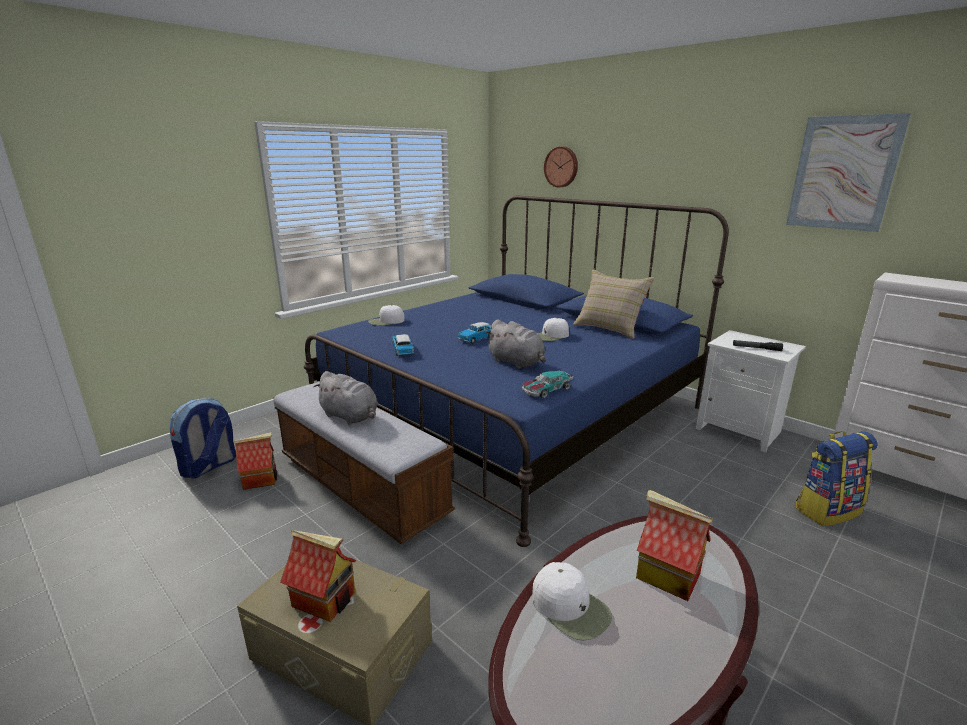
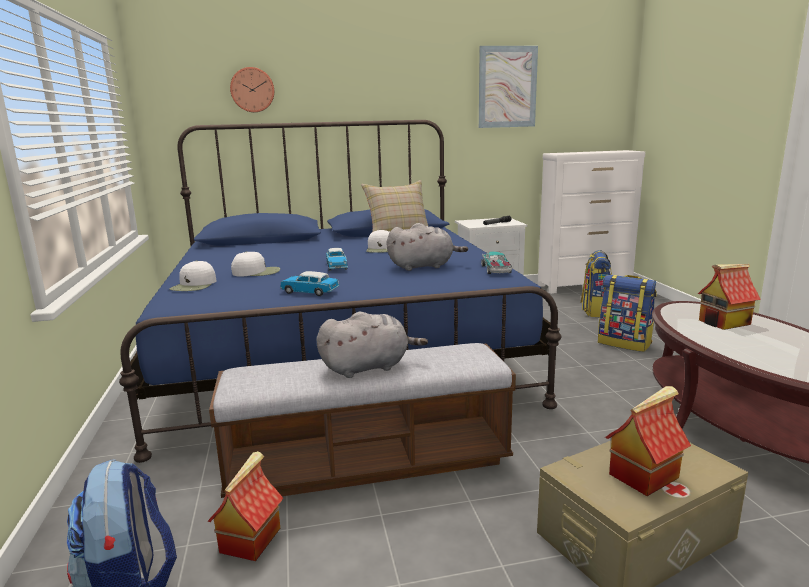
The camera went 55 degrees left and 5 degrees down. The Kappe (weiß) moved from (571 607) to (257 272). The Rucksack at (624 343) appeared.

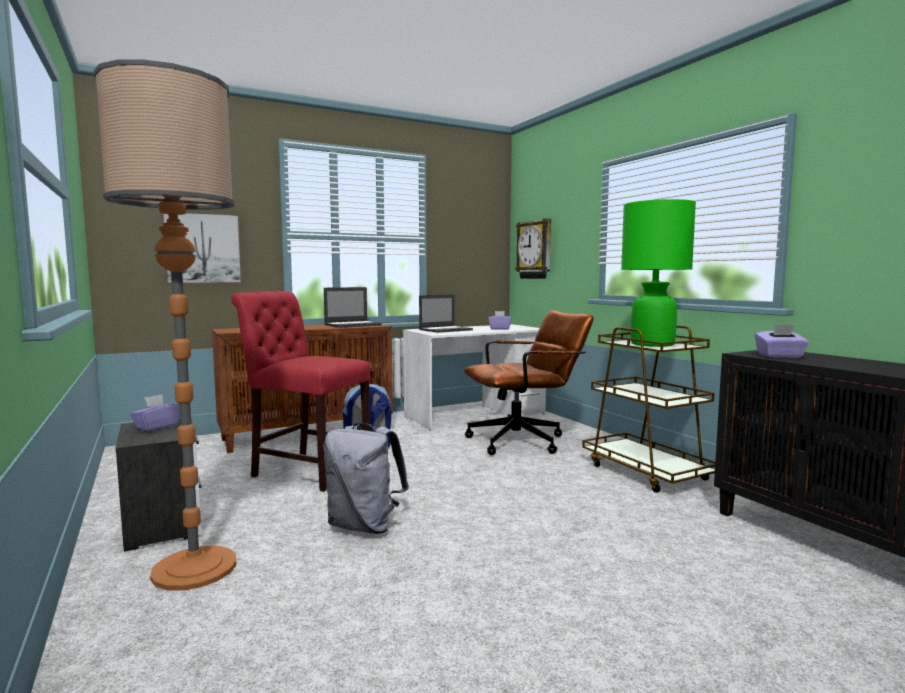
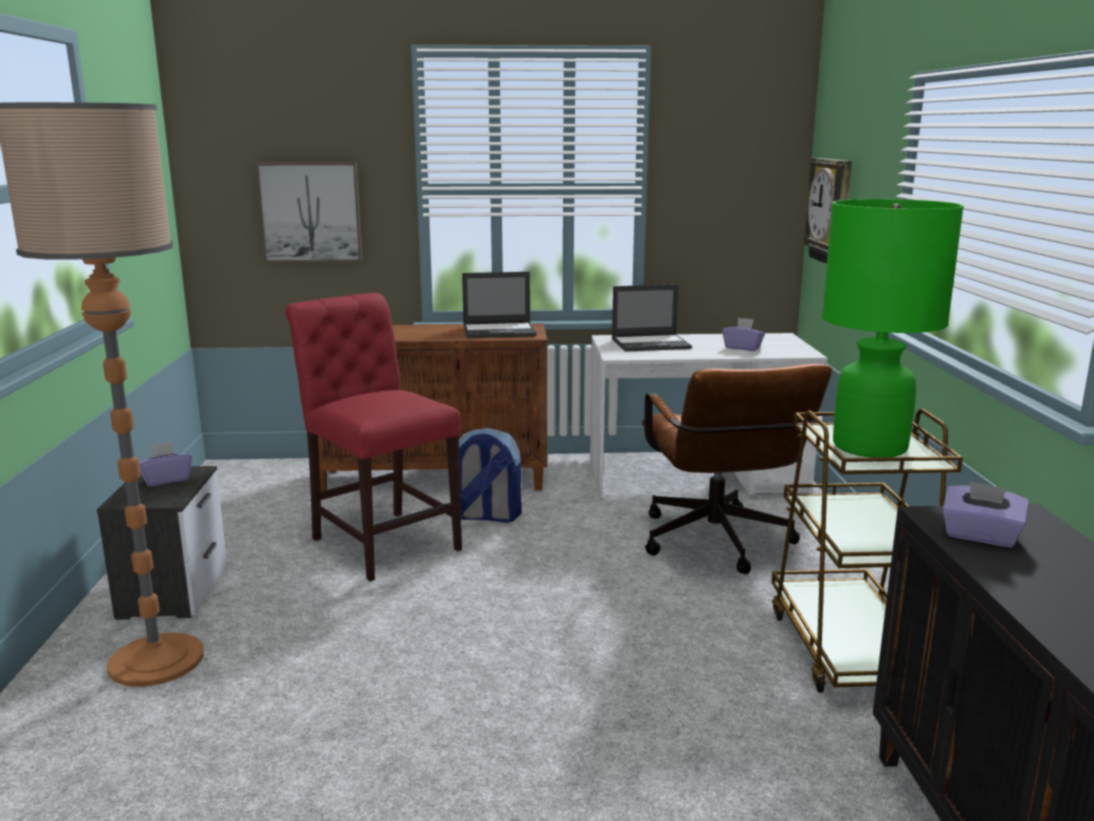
The camera went 25 degrees right and 10 degrees up. The Rucksack (grau) at (364 526) disappeared. The Bürostuhl (braun) at (525 441) turned 75 degrees clockwise.

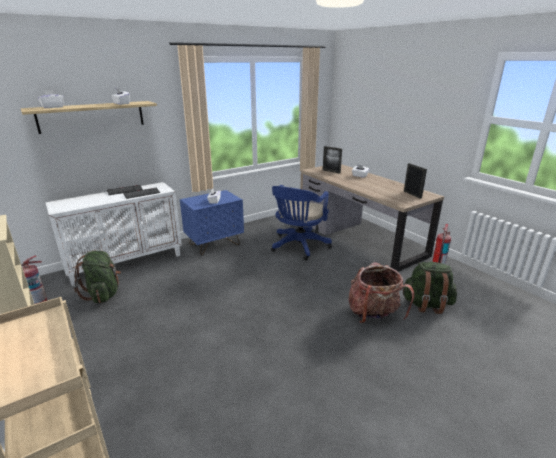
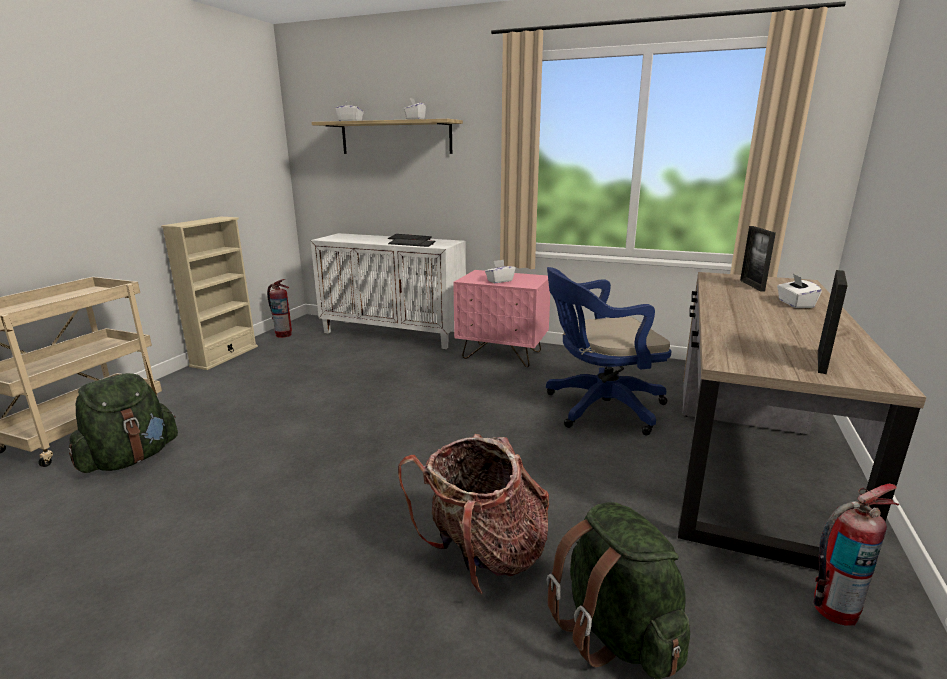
The camera went 55 degrees right and 5 degrees down. The Rucksack (grün) moved from (103 294) to (130 459). The Nachttisch (blau) at (214 244) became the Nachttisch (rosa) at (502 355).

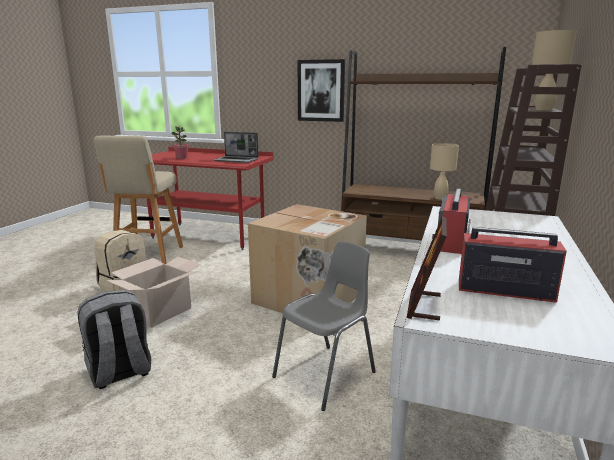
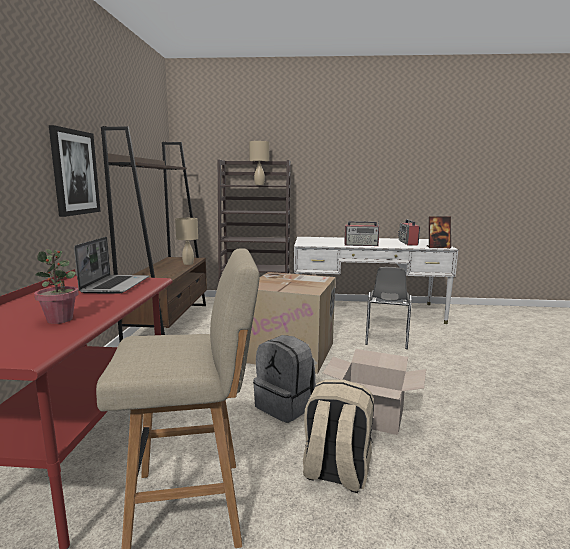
The camera went 105 degrees left and 5 degrees down. The Rucksack (grau) moved from (119 372) to (285 406). The Stuhl (grau) at (326 375) turned 105 degrees counterclockwise.

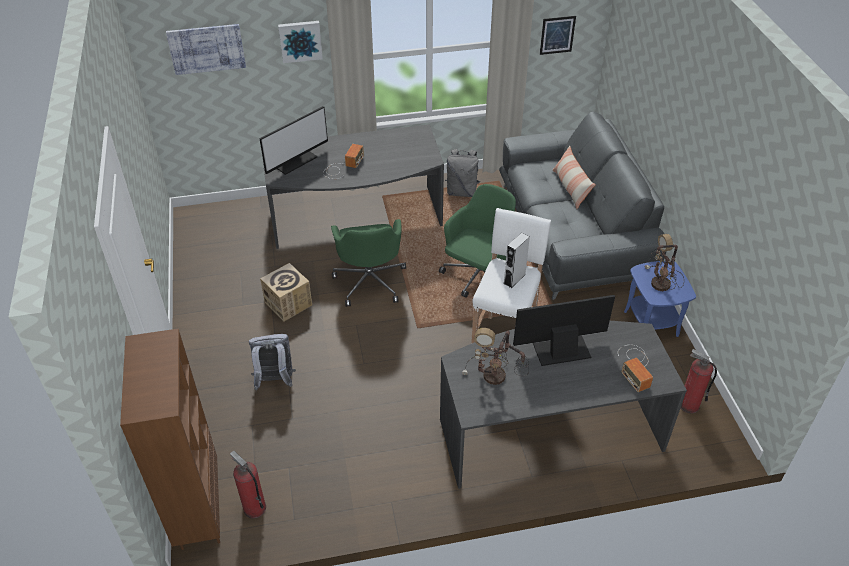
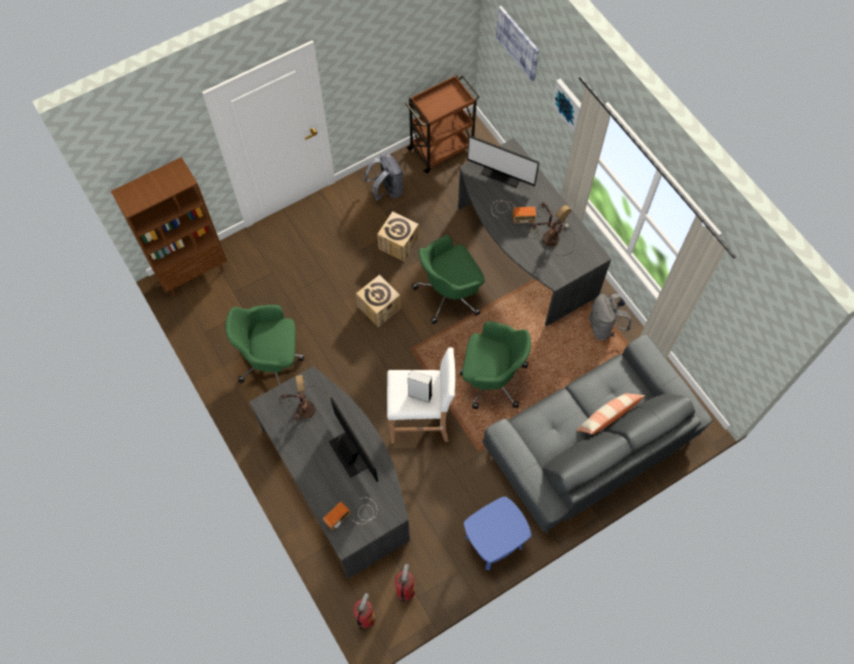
The camera went 70 degrees right and 20 degrees up. The Feuerlöscher moved from (254 508) to (365 618). The Rucksack (grau) moved from (275 380) to (387 190). The Bild at (557 35) disappeared. The Tischlampe moved from (660 285) to (549 239). The Bürostuhl (grün) at (272 360) appeared. The Karton at (379 308) appeared. The Rollwagen (braun) at (441 148) appeared.

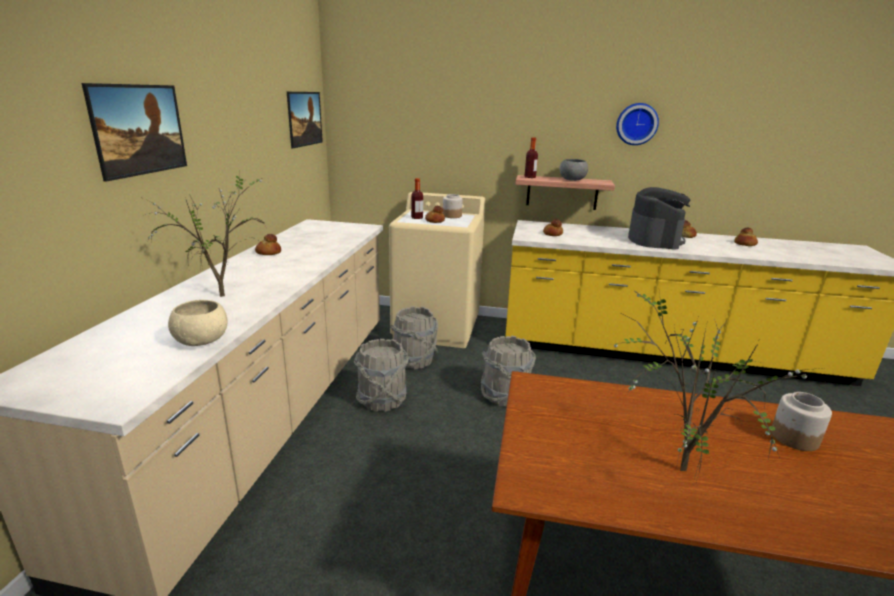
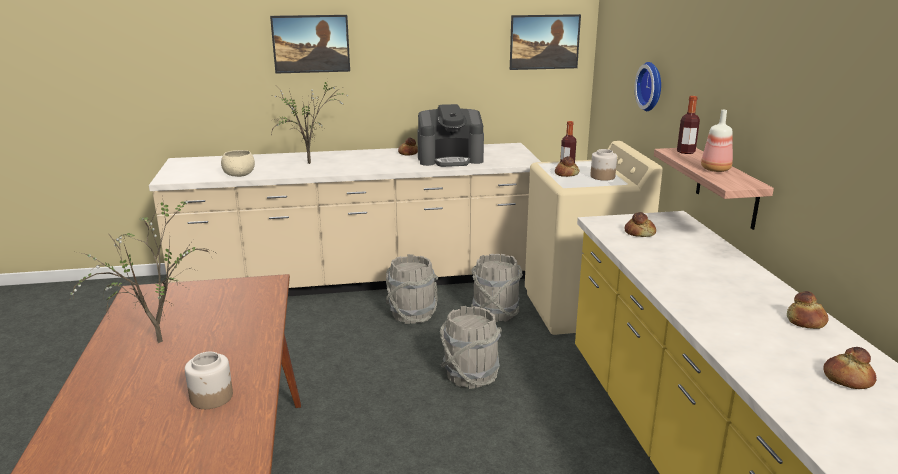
The camera went 70 degrees right and 0 degrees up. The Schüssel (grau) at (572 180) was replaced by the Flasche at (716 169). The Wanduhr moved from (636 124) to (652 86). The Kaffeemaschine moved from (654 239) to (450 159).

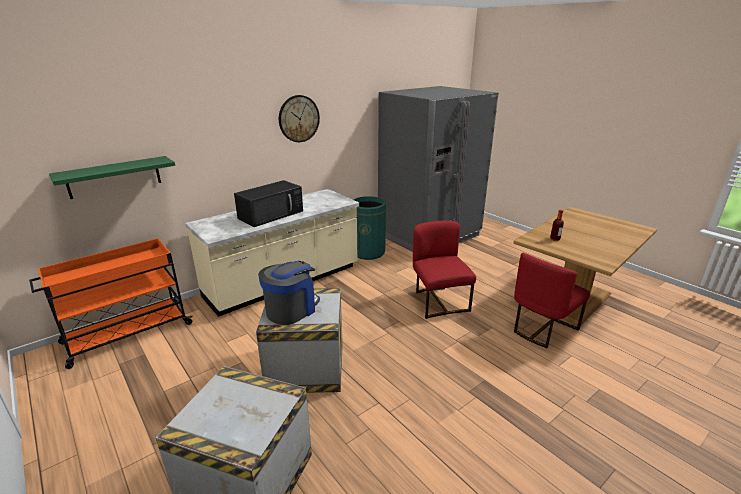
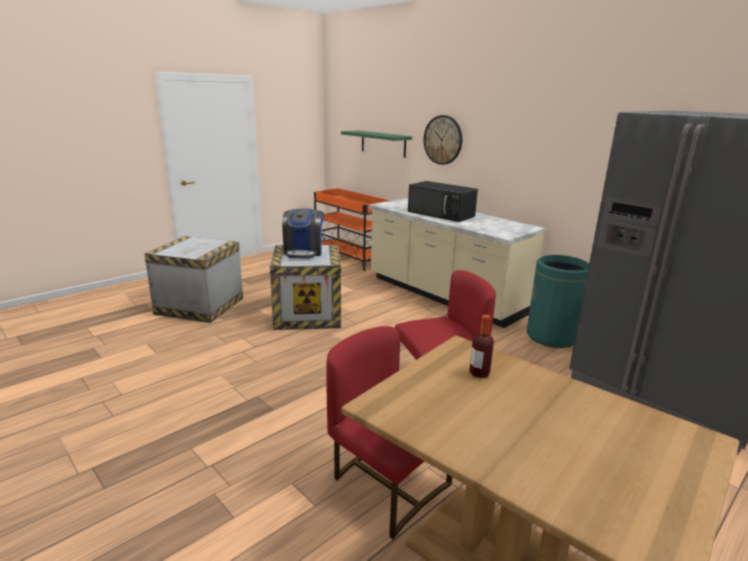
The camera went 85 degrees right and 5 degrees down. The Kaffeemaschine at (291 309) turned 60 degrees clockwise. The Wanduhr moved from (299 118) to (443 140).

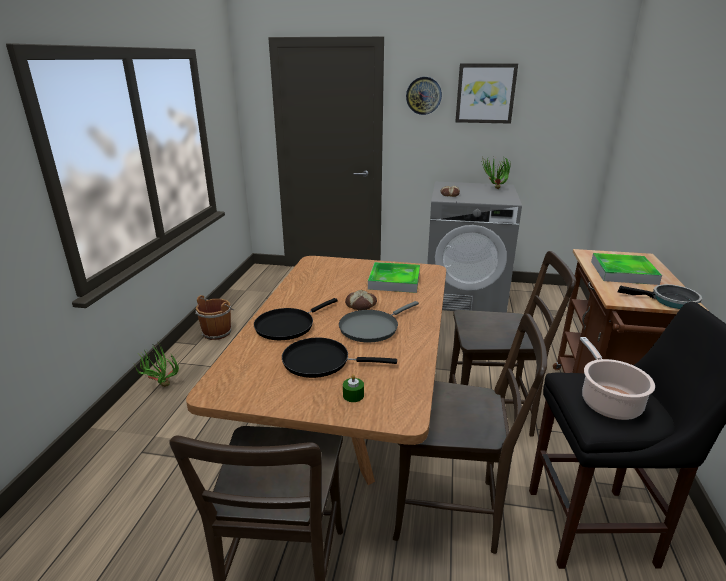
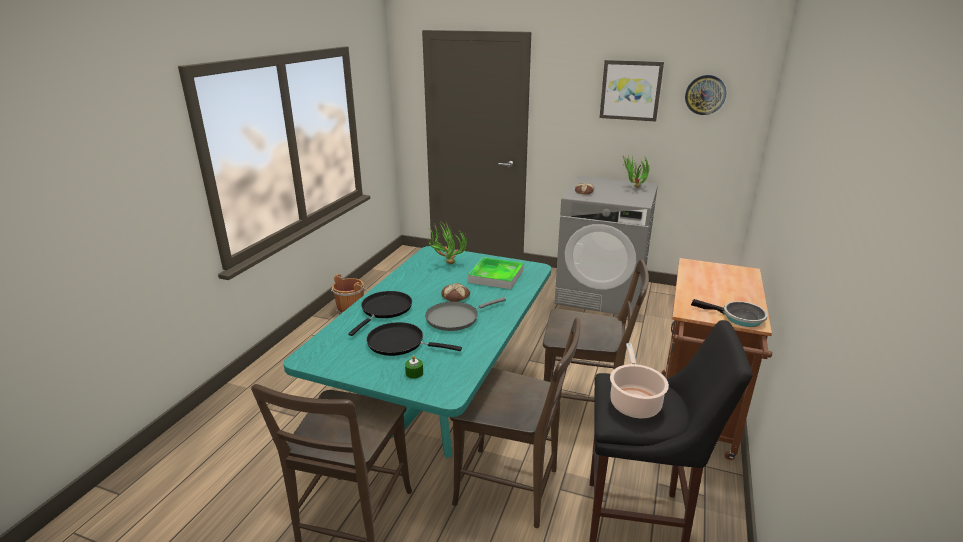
The camera went 10 degrees right and 0 degrees up. The Topfpflanze moved from (160 386) to (445 263). The Esstisch (braun) at (347 434) became the Esstisch (türkis) at (441 413). The Pfanne (schwarz) at (288 326) turned 150 degrees clockwise. The Wanduhr moved from (423 95) to (705 95). The Tablett at (623 272) disappeared.

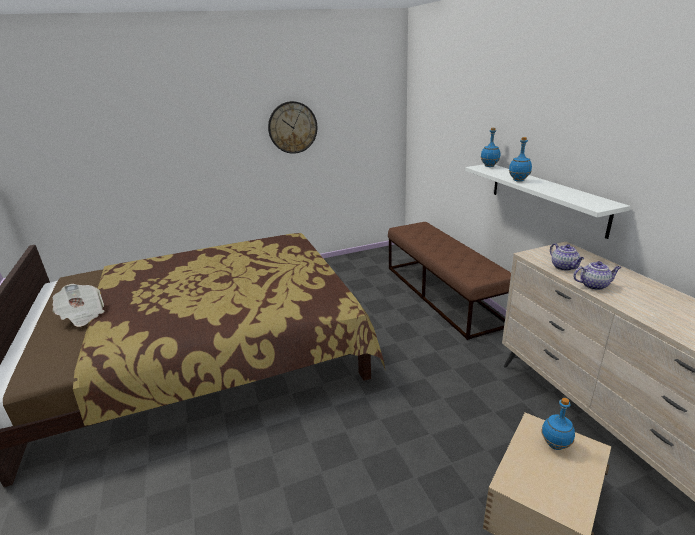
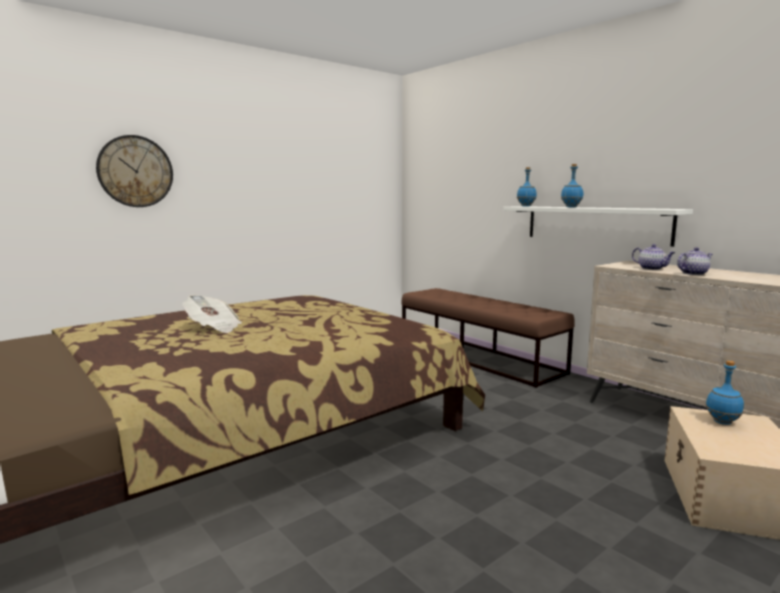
The camera went 20 degrees left and 15 degrees down. The Zeitung moved from (82 315) to (213 328). The Wanduhr moved from (292 127) to (135 171).

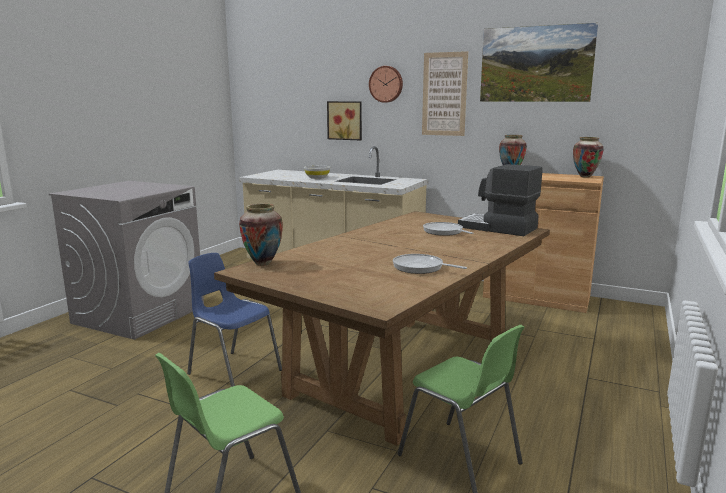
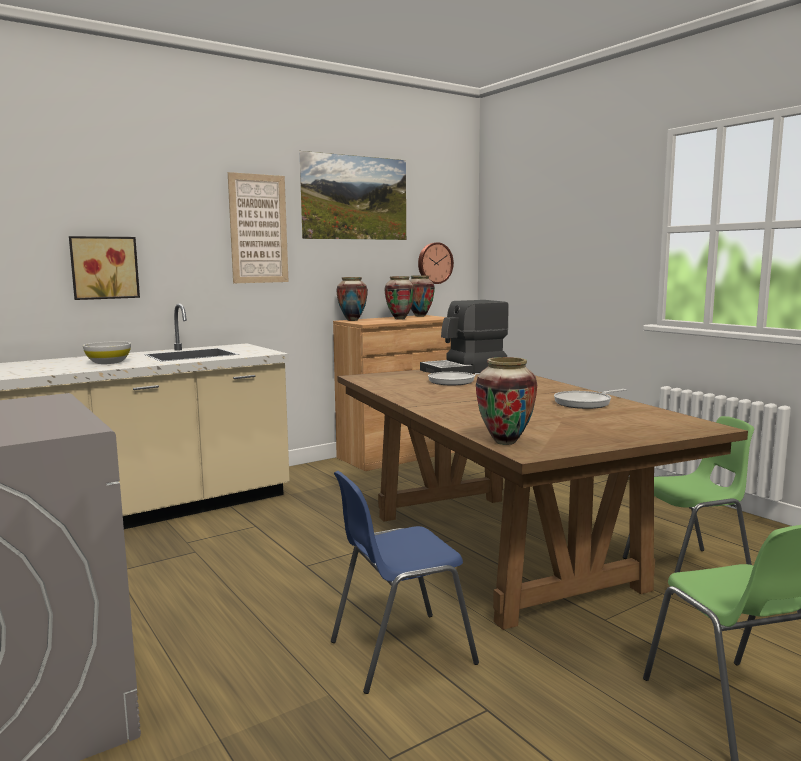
The camera went 60 degrees left and 5 degrees down. The Wanduhr moved from (386 84) to (434 263). The Vase at (400 319) appeared.

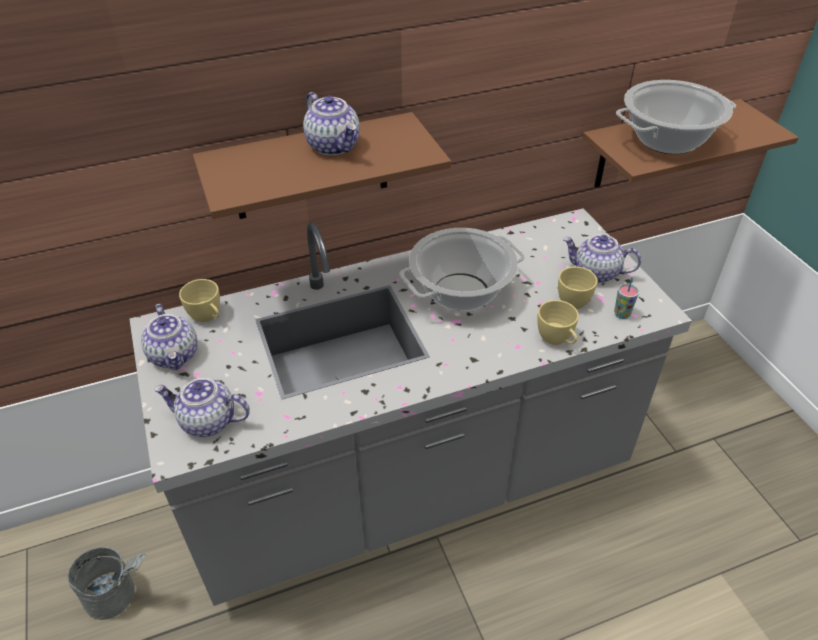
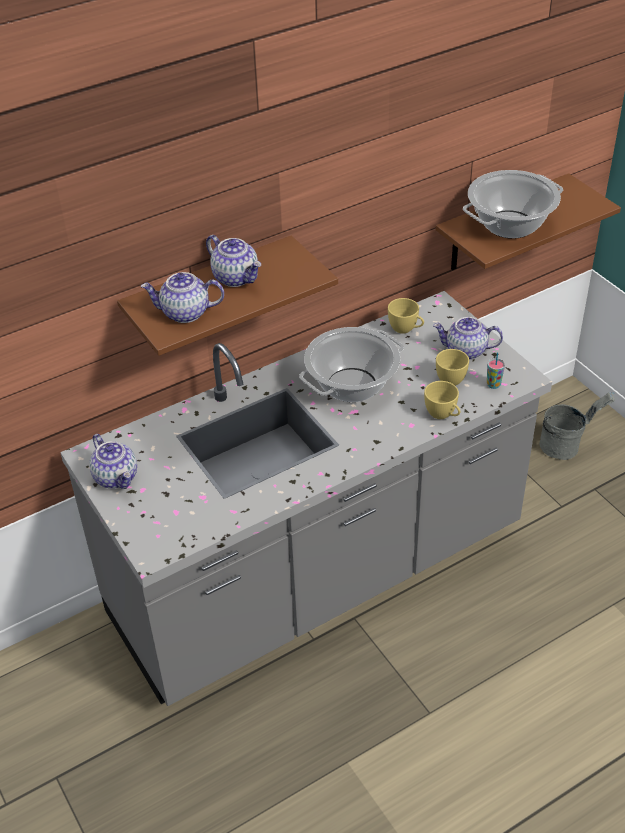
The camera went 10 degrees left and 0 degrees up. The Eimer (grau) moved from (119 596) to (566 446). The Teekanne moved from (207 421) to (185 313). The Tasse (gelb) moved from (208 317) to (406 329).

